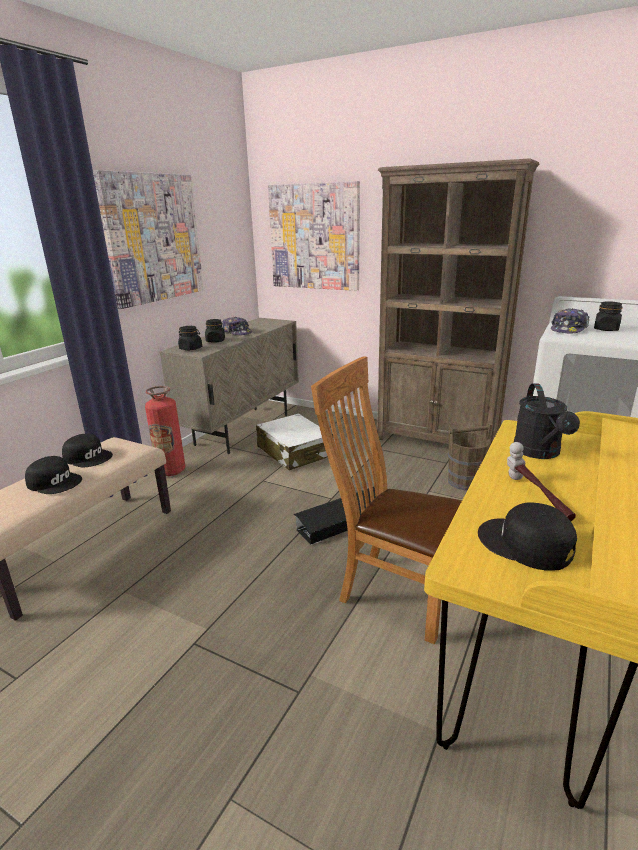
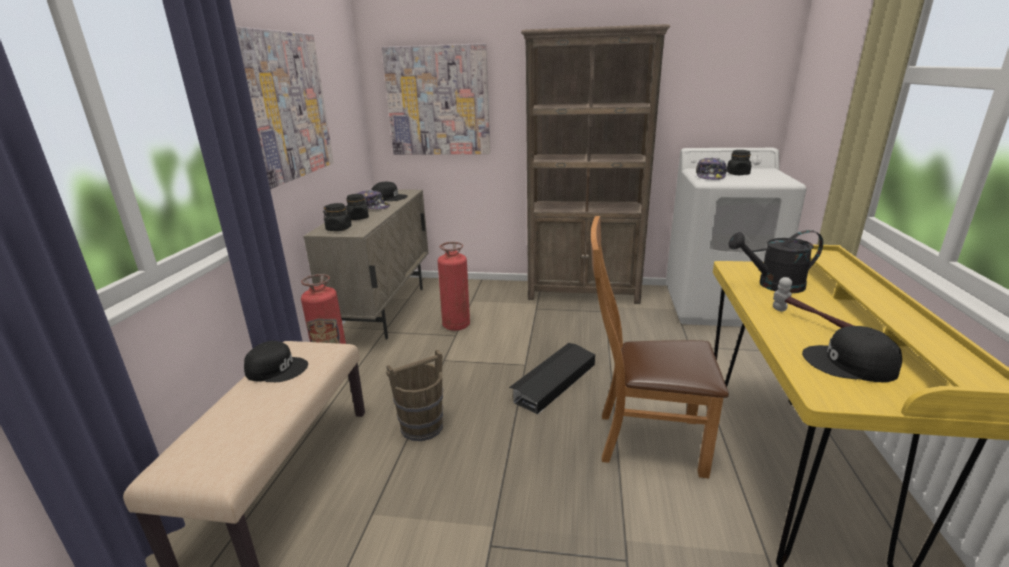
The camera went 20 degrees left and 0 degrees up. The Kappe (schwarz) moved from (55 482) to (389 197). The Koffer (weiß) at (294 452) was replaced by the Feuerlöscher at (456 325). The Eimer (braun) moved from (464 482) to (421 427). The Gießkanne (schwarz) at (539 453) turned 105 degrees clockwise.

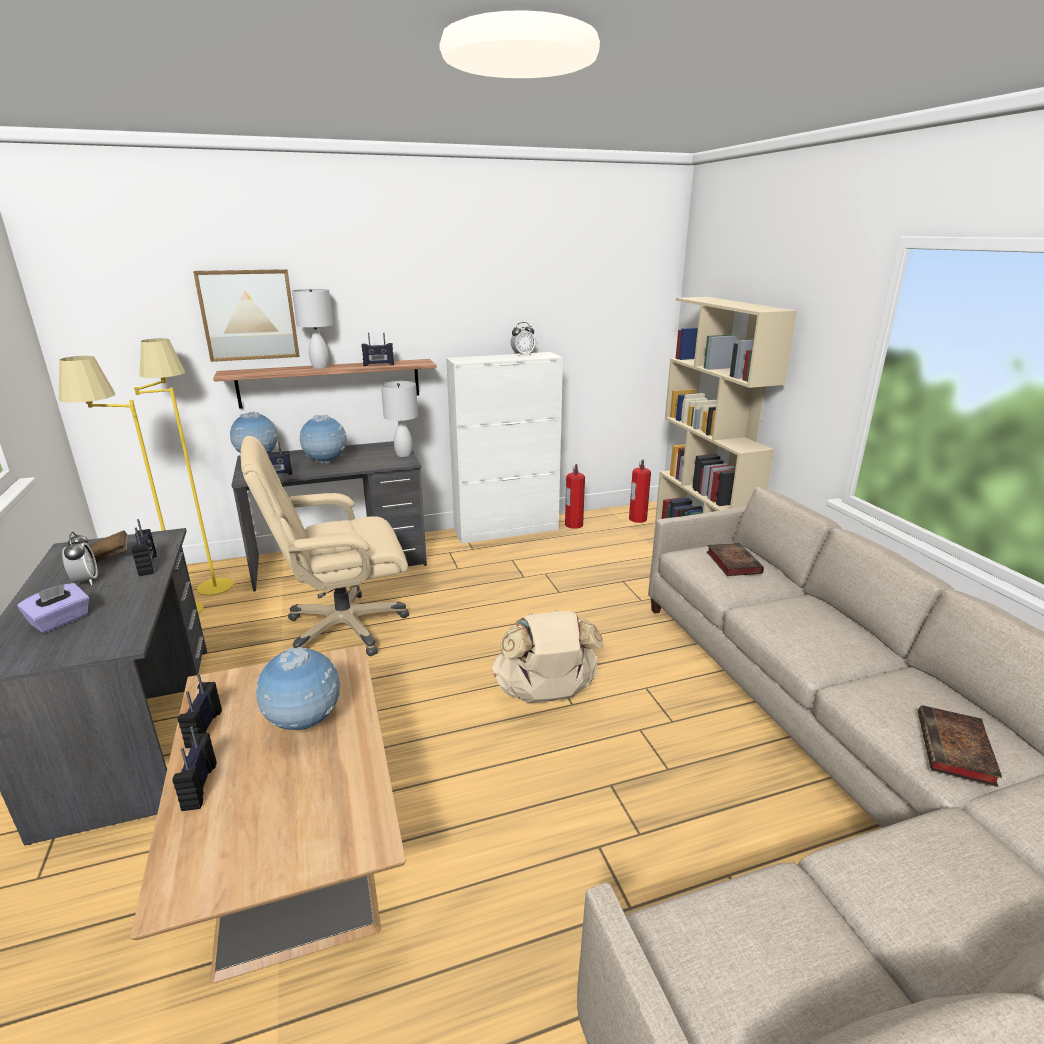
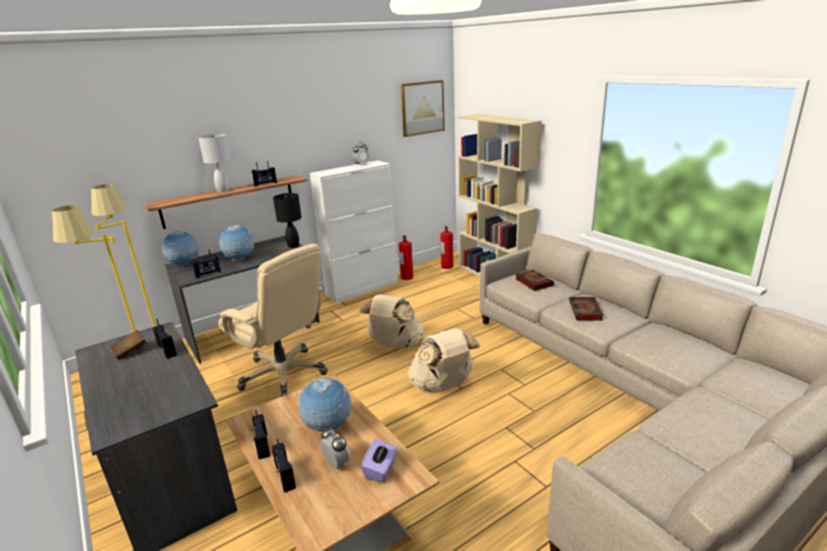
The camera went 15 degrees left and 0 degrees up. The Taschentuchbox (lila) moved from (61 621) to (381 470). The Wecker moved from (86 581) to (336 464). The Bild moved from (249 315) to (422 108). The Bürostuhl (beige) at (344 627) turned 105 degrees counterclockwise. The Tischlampe (weiß) at (404 455) became the Tischlampe (schwarz) at (293 246). The Buch moved from (956 750) to (586 311). The Rucksack (beige) at (395 345) appeared.

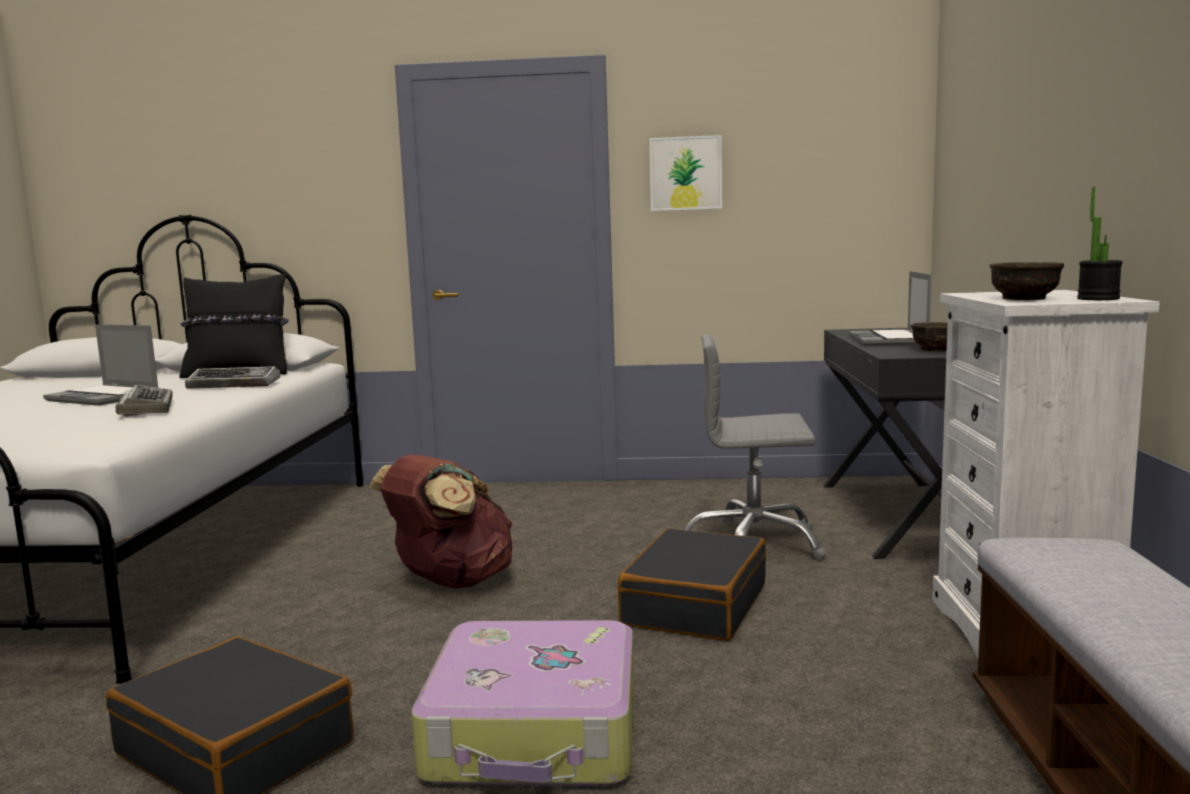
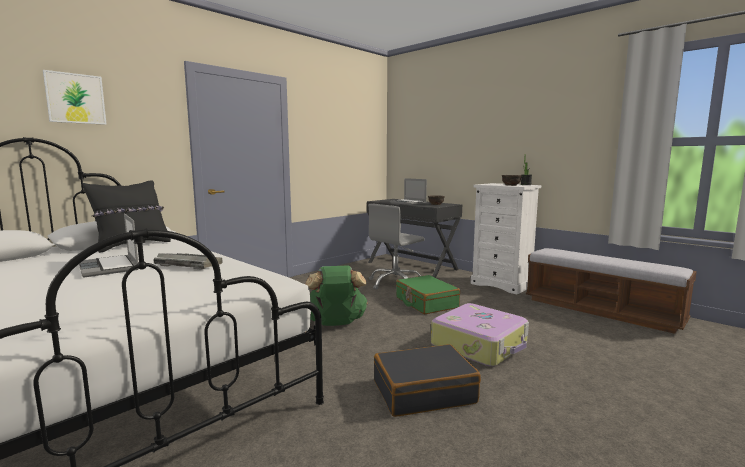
The camera went 50 degrees left and 0 degrees up. The Laptop at (105 397) turned 75 degrees clockwise. The Tastatur at (235 385) disappeared. The Rucksack (braun) at (451 582) became the Rucksack (grün) at (335 324). The Koffer (schwarz) at (694 604) became the Koffer (grün) at (426 303). The Bild moved from (685 173) to (75 98).

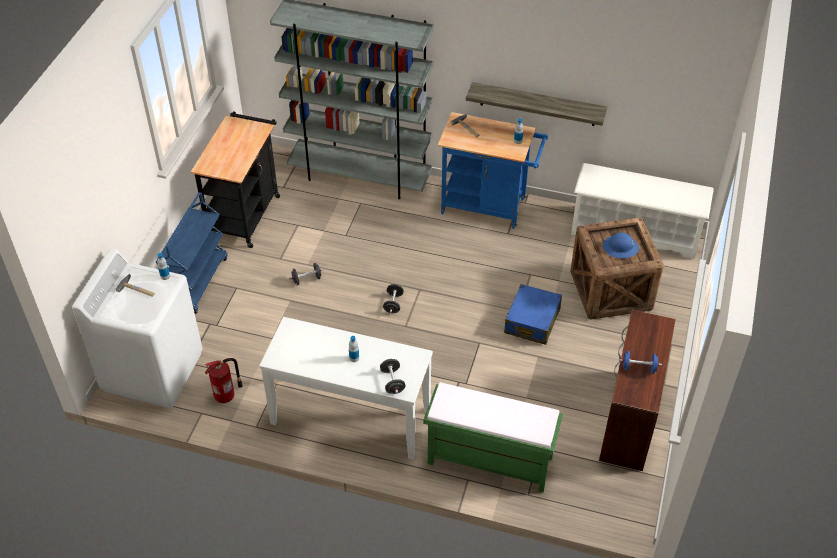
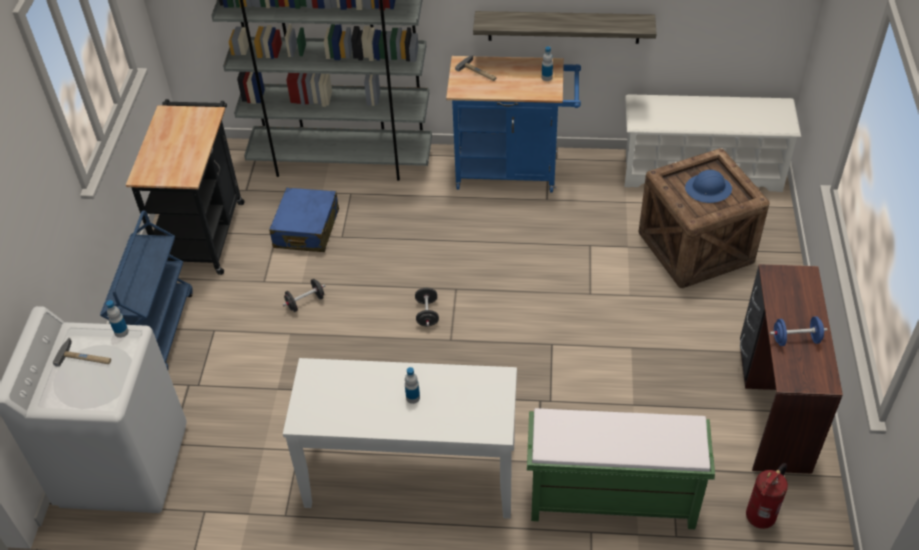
The camera went 10 degrees left and 0 degrees up. The Feuerlöscher moved from (226 395) to (761 516). The Hantel (schwarz) at (392 382) disappeared. The Koffer (blau) moved from (532 321) to (306 229).

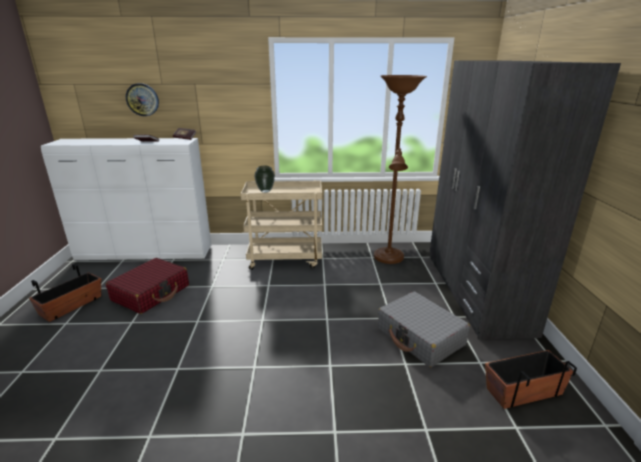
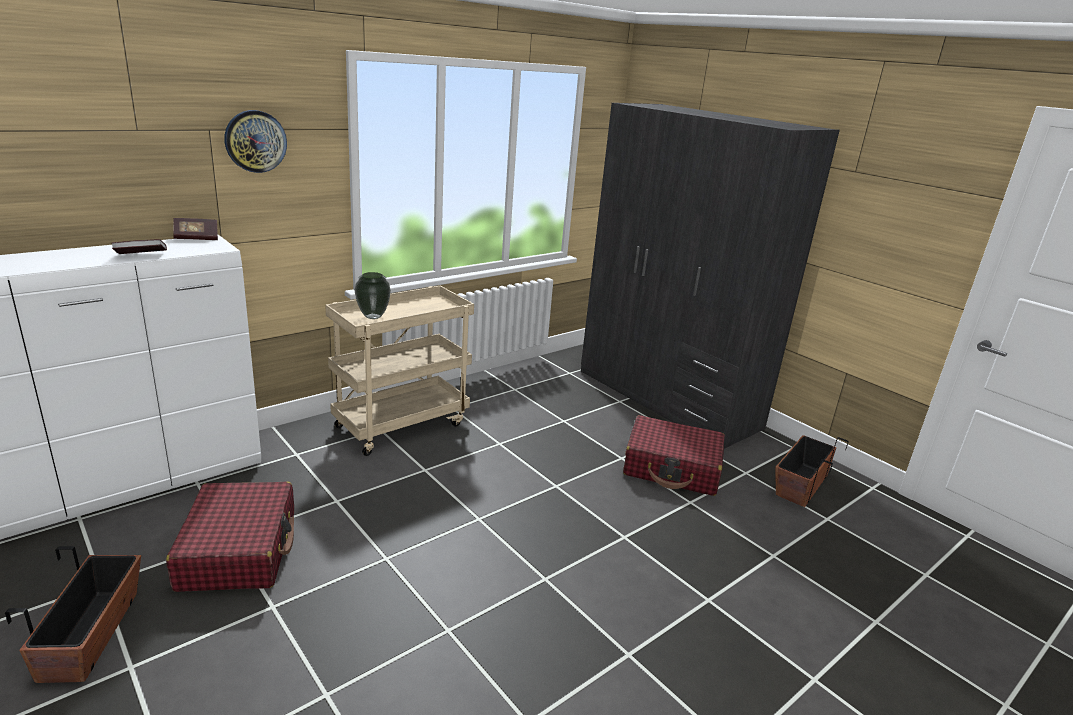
The camera went 40 degrees left and 0 degrees up. The Wanduhr moved from (142 99) to (255 141). The Stehlampe (braun) at (389 258) disappeared. The Koffer (grau) at (420 337) became the Koffer (rot) at (672 468).

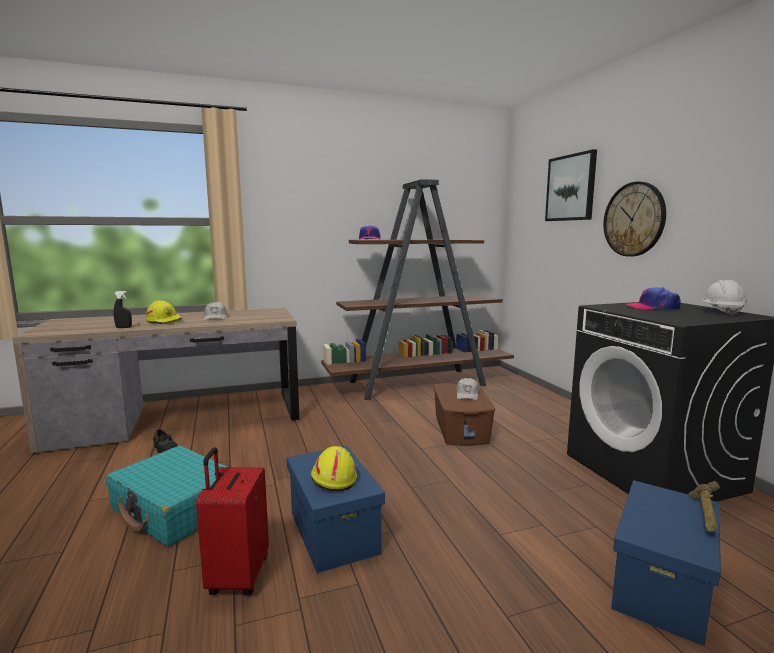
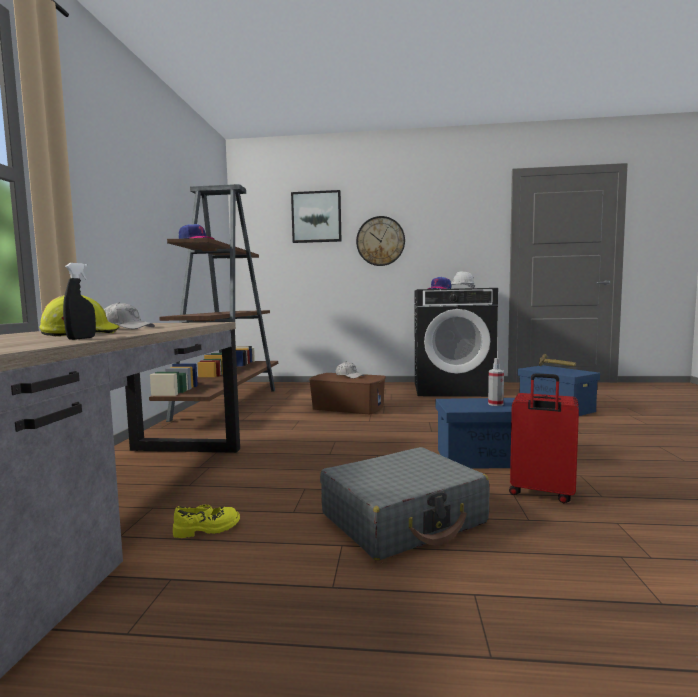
The camera went 65 degrees left and 5 degrees down. The Koffer (türkis) at (176 508) became the Koffer (grau) at (404 519). The Schuh (schwarz) at (165 449) became the Schuh (gelb) at (207 529). The Schutzhelm (gelb) at (333 478) was replaced by the Sprühflasche at (495 404).

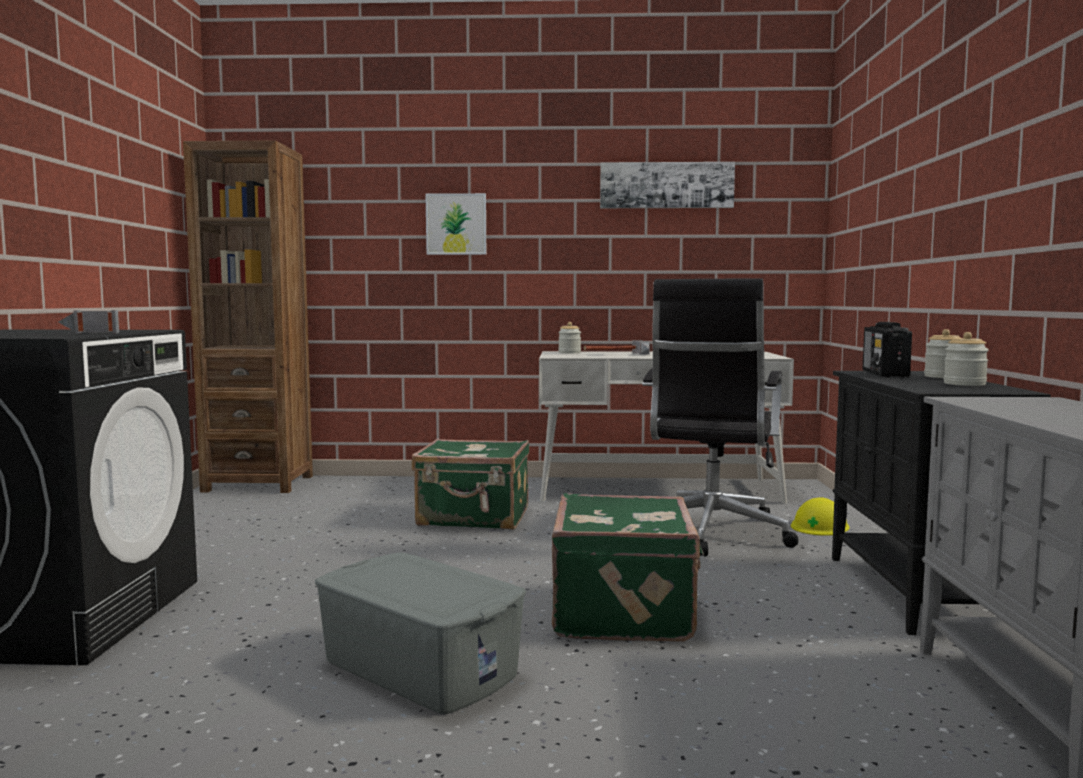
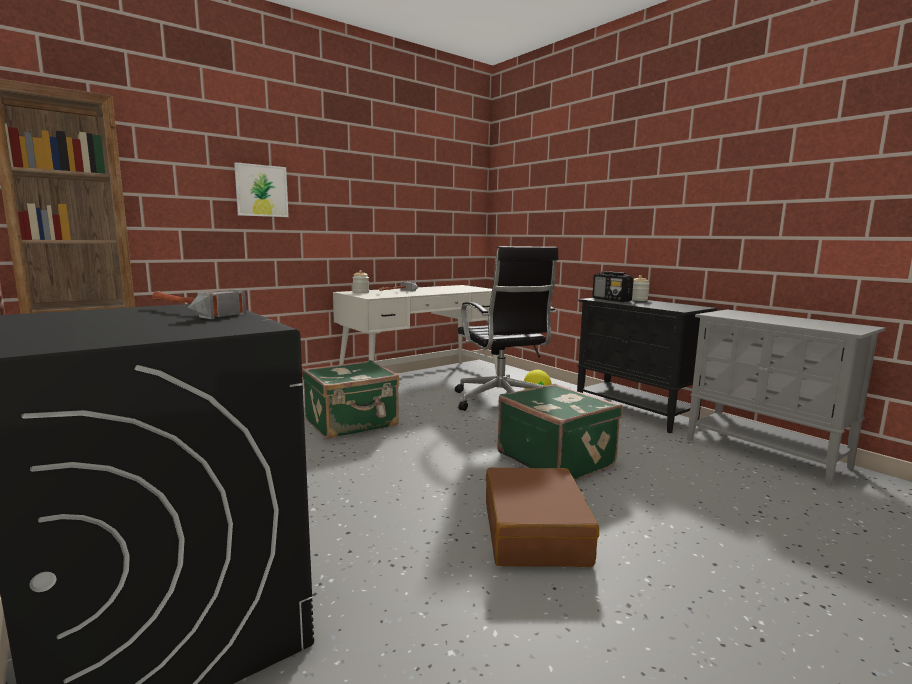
The camera went 40 degrees left and 5 degrees up. The Aufbewahrungsbox (grau) at (420 667) was replaced by the Koffer (braun) at (535 532). The Bild at (666 185) disappeared. The Vorratsglas at (964 384) disappeared.

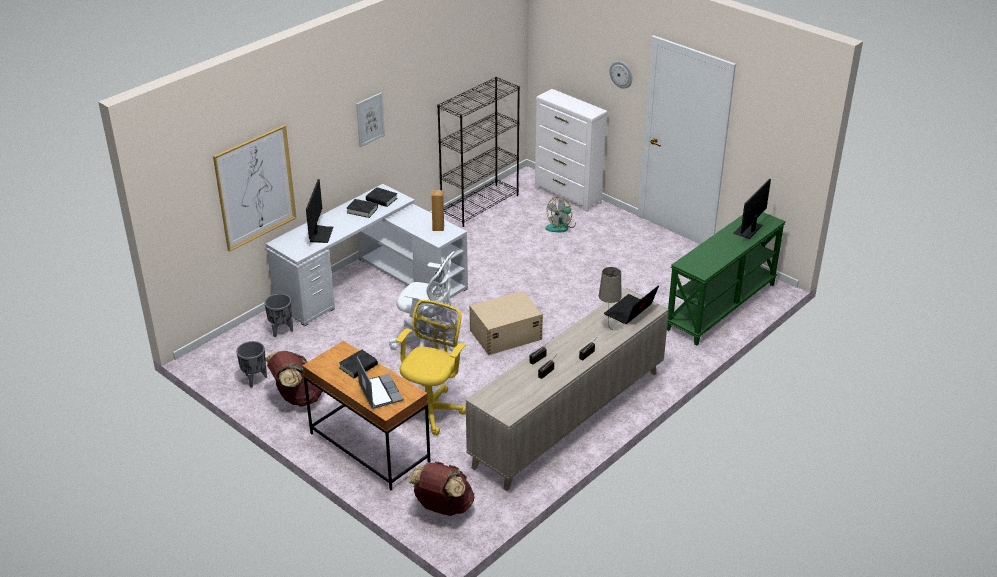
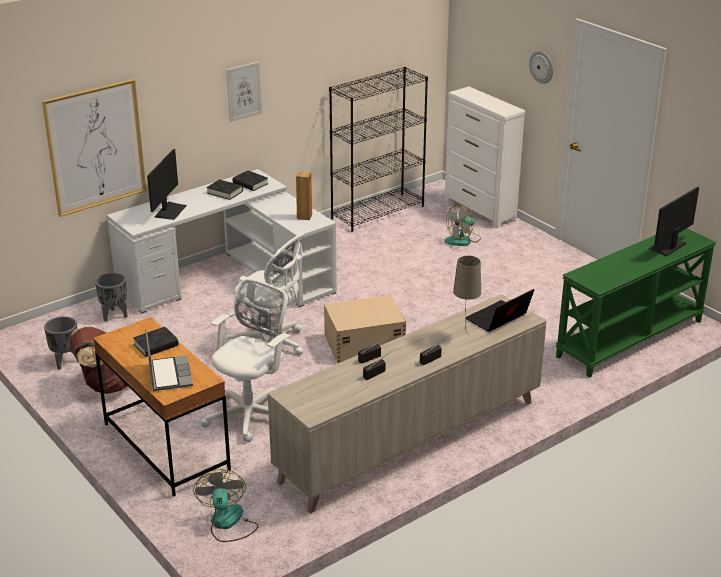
The camera went 10 degrees right and 5 degrees down. The Bürostuhl (gelb) at (431 410) became the Bürostuhl (weiß) at (251 414). The Rucksack (braun) at (443 508) was replaced by the Ventilator at (228 523).

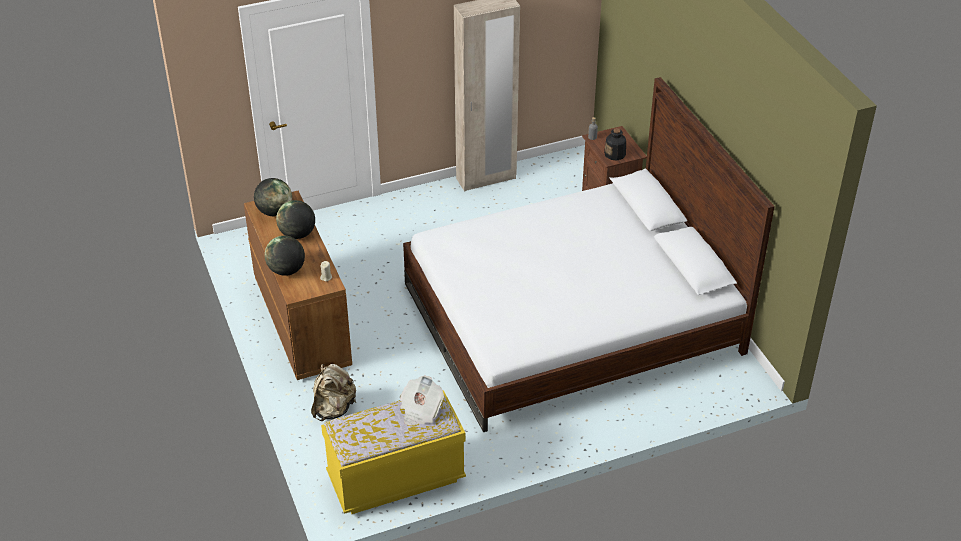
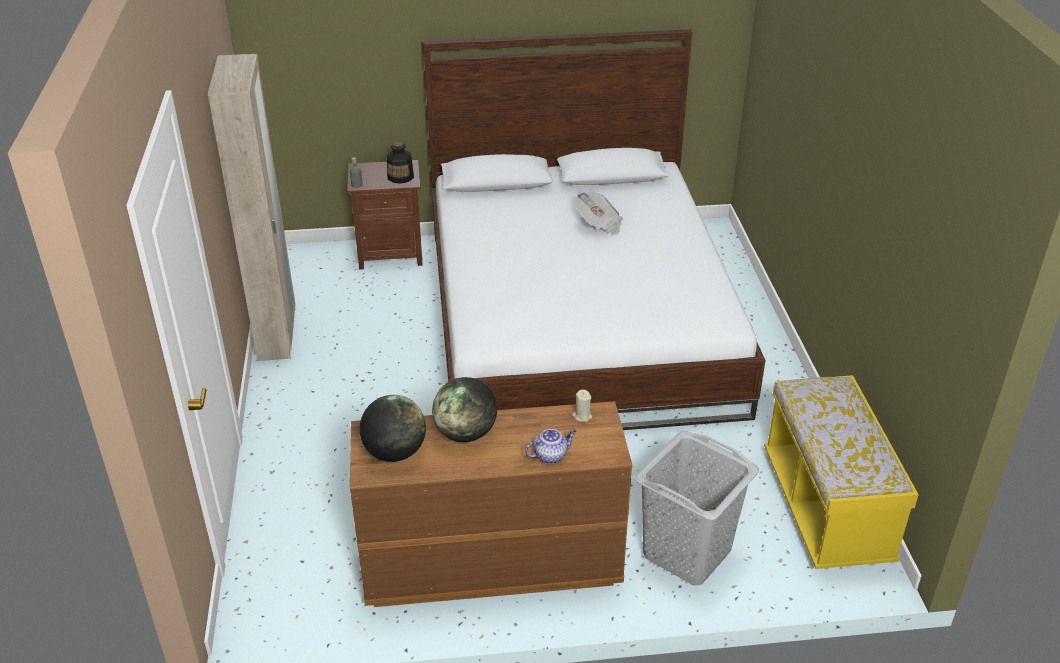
The camera went 75 degrees left and 5 degrees down. The Globus at (286 270) was replaced by the Teekanne at (551 455). The Rucksack (beige) at (333 409) was replaced by the Wäschekorb (grau) at (686 553). The Zeitung moved from (420 410) to (599 224).

